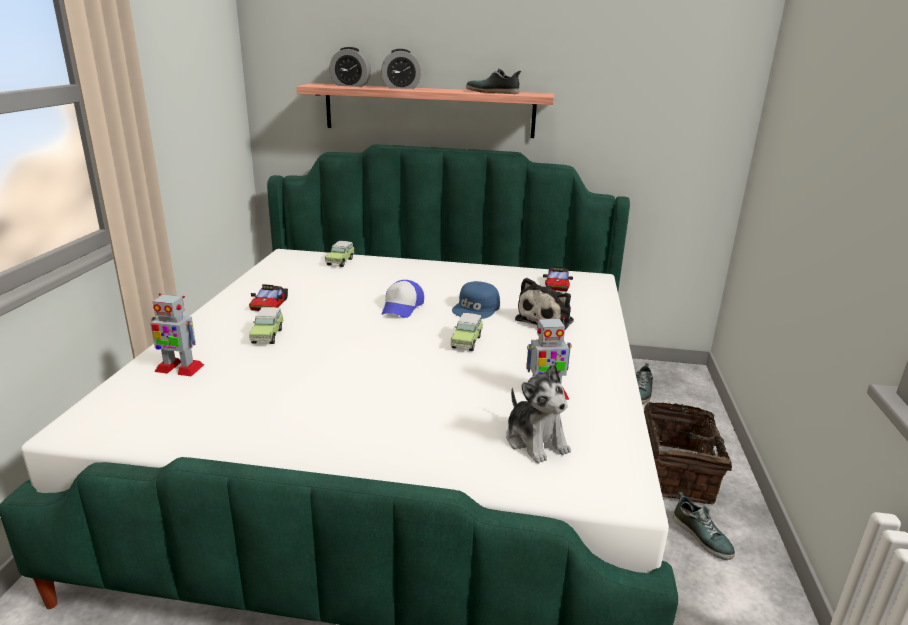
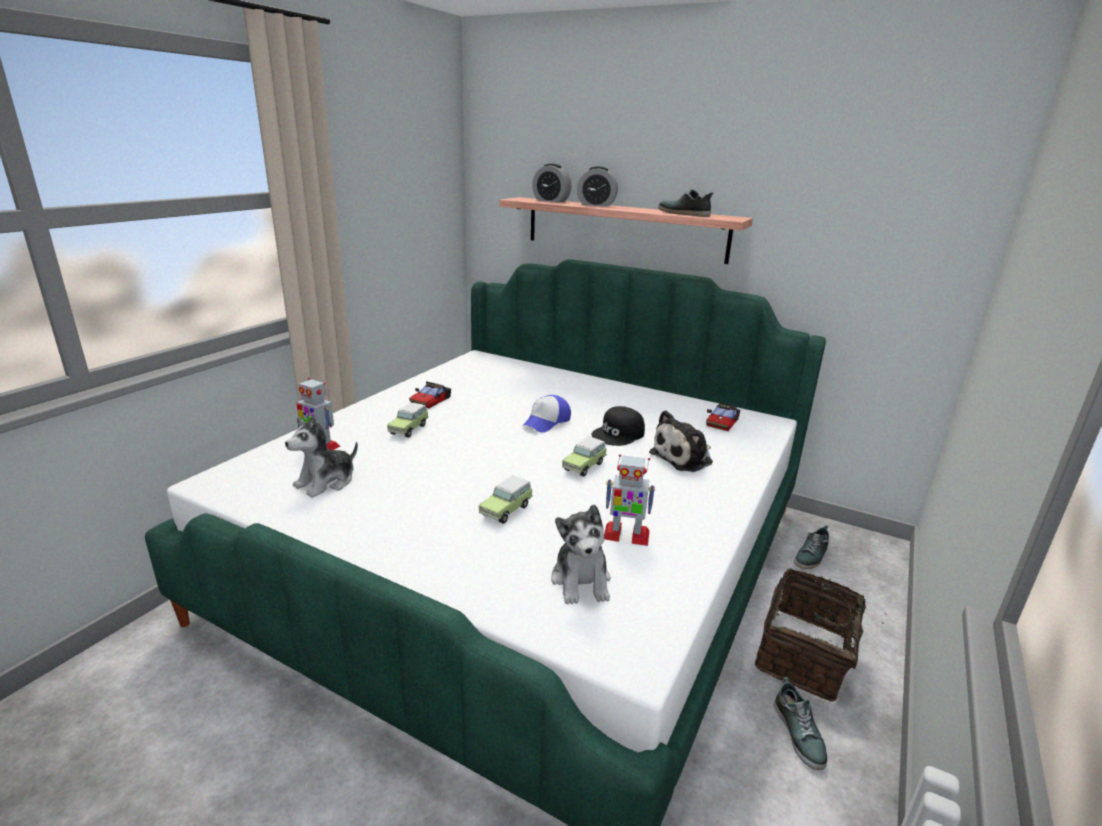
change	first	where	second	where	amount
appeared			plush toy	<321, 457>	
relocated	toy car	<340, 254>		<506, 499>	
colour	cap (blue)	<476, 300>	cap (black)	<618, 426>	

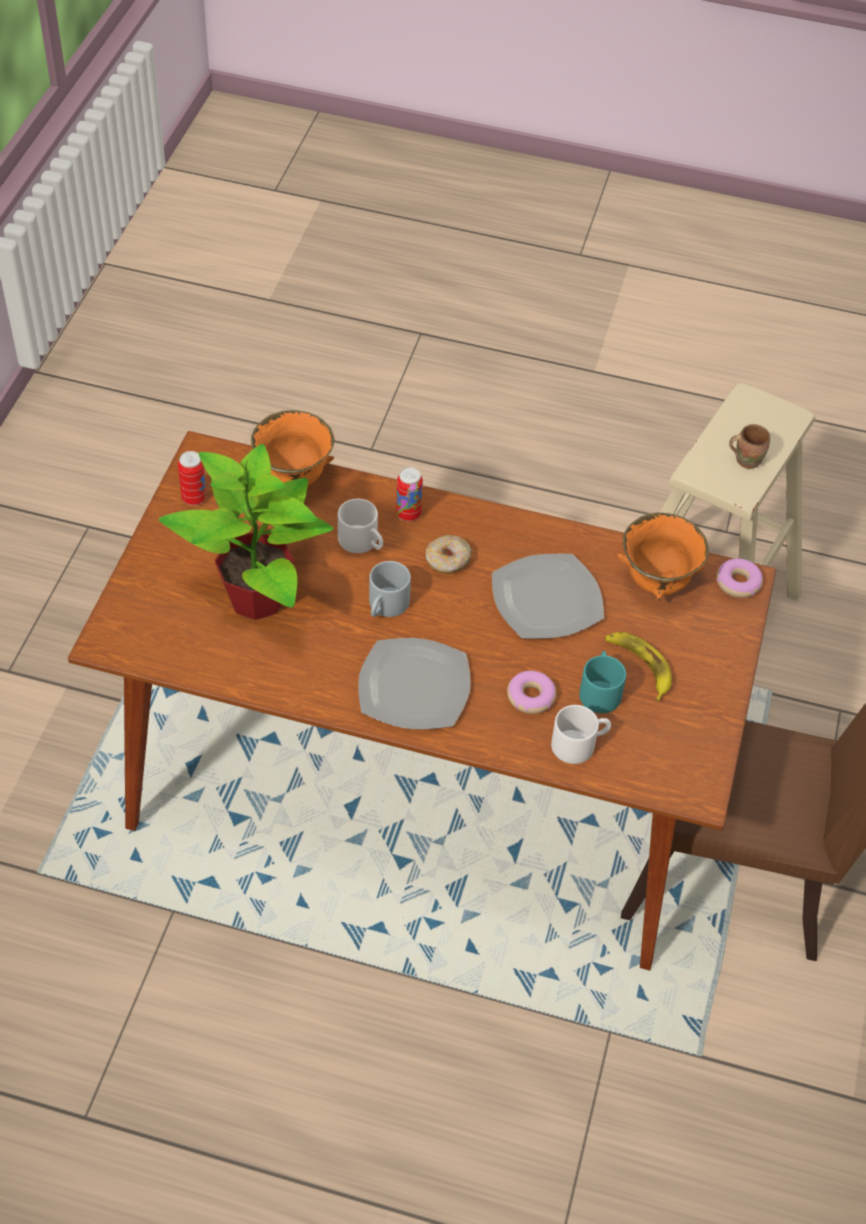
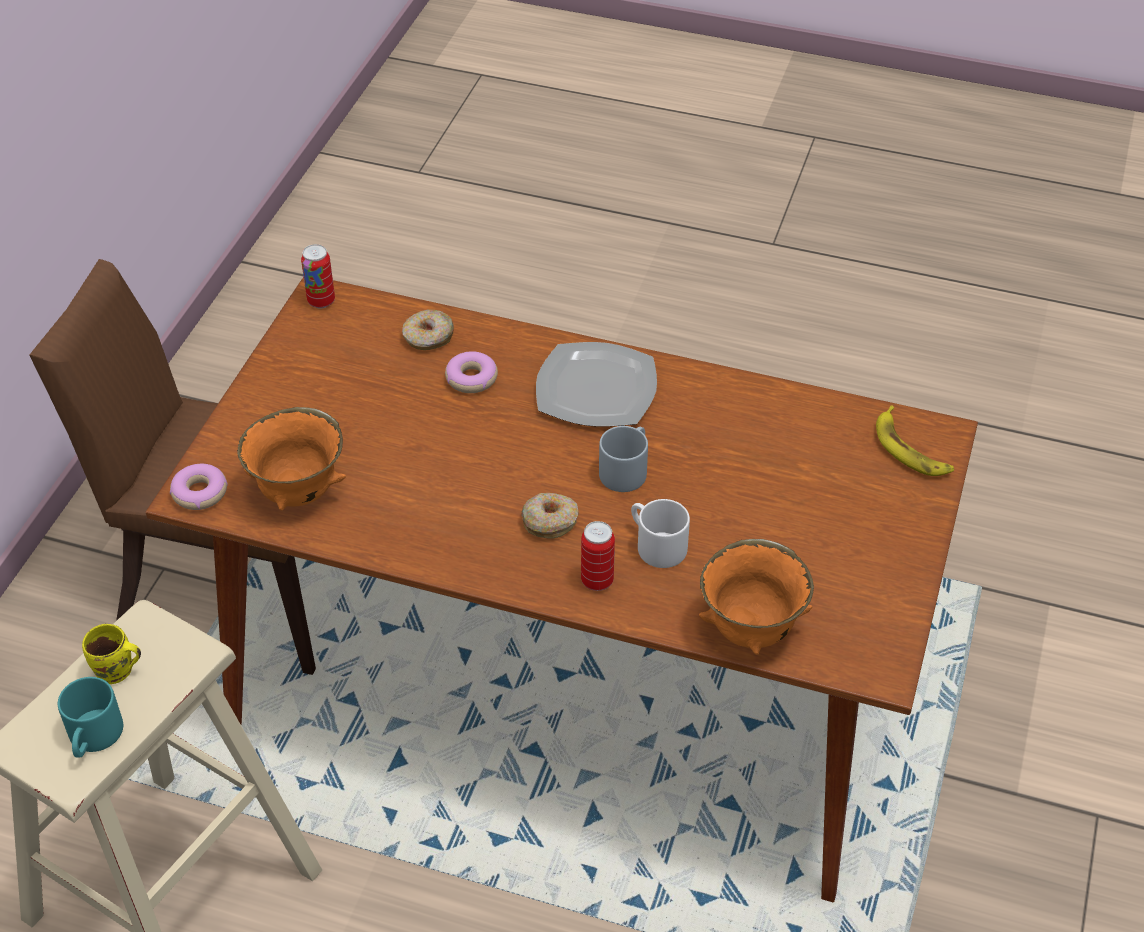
change	first	where	second	where	amount
relocated	mug (turquoise)	<602, 682>		<90, 717>	
colour	mug (brown)	<749, 446>	mug (yellow)	<111, 654>	
relocated	can	<192, 478>		<318, 276>	
exchanged	mug (white)	<581, 734>	donut	<428, 330>	
relocated	banana	<638, 666>		<915, 440>	
missing	potted plant	<246, 532>			
missing	plate	<548, 596>			

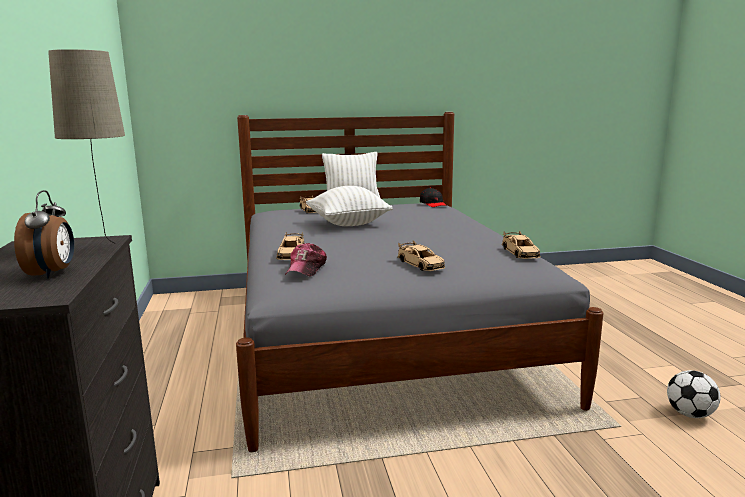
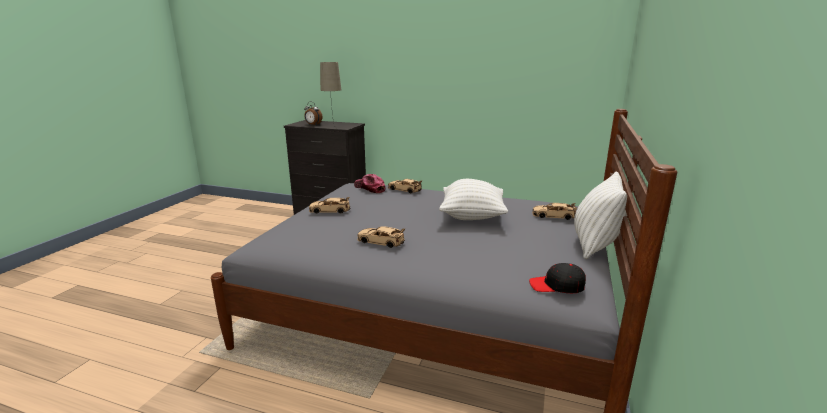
change	first	where	second	where	amount
relocated	toy car (beige)	<521, 245>		<381, 237>	
missing	football	<693, 394>			

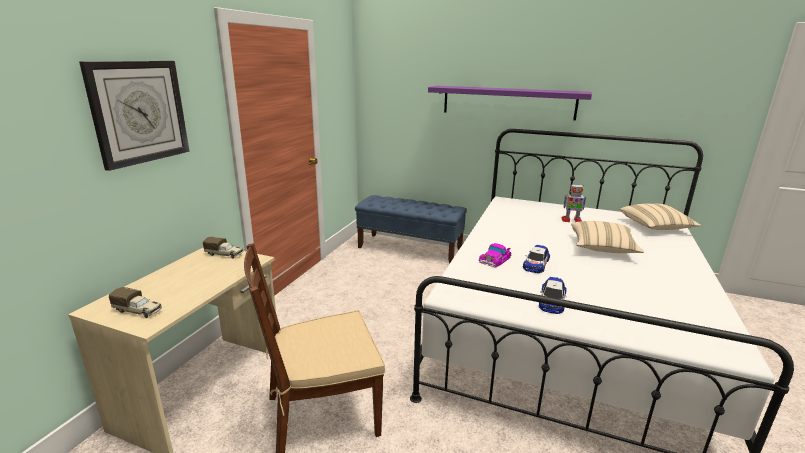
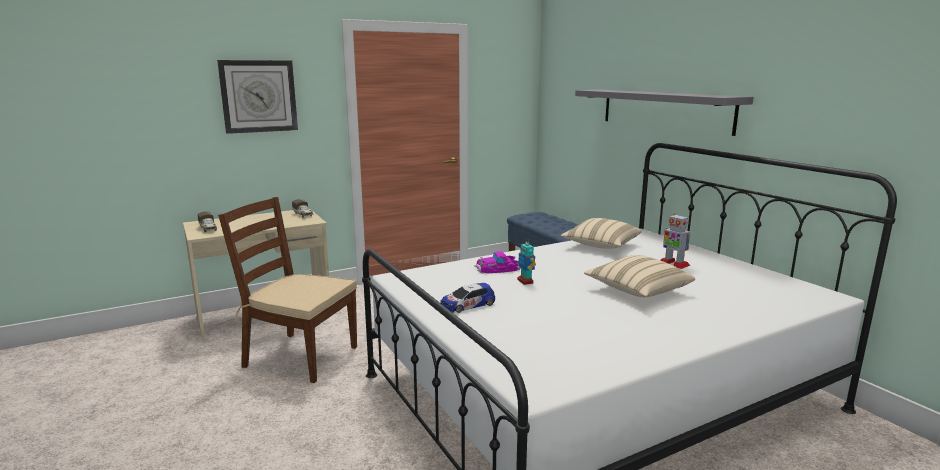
change	first	where	second	where	amount
exchanged	toy car	<536, 259>	toy robot	<526, 261>	
relocated	pillow (beige)	<660, 216>		<601, 233>	
colour	shelf (purple)	<510, 103>	shelf (grey)	<664, 113>	

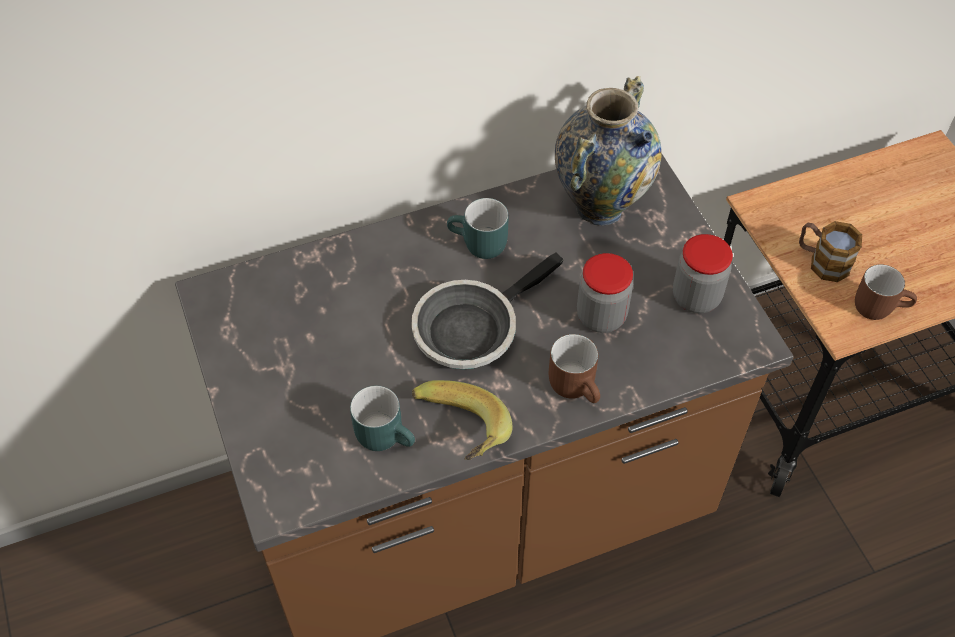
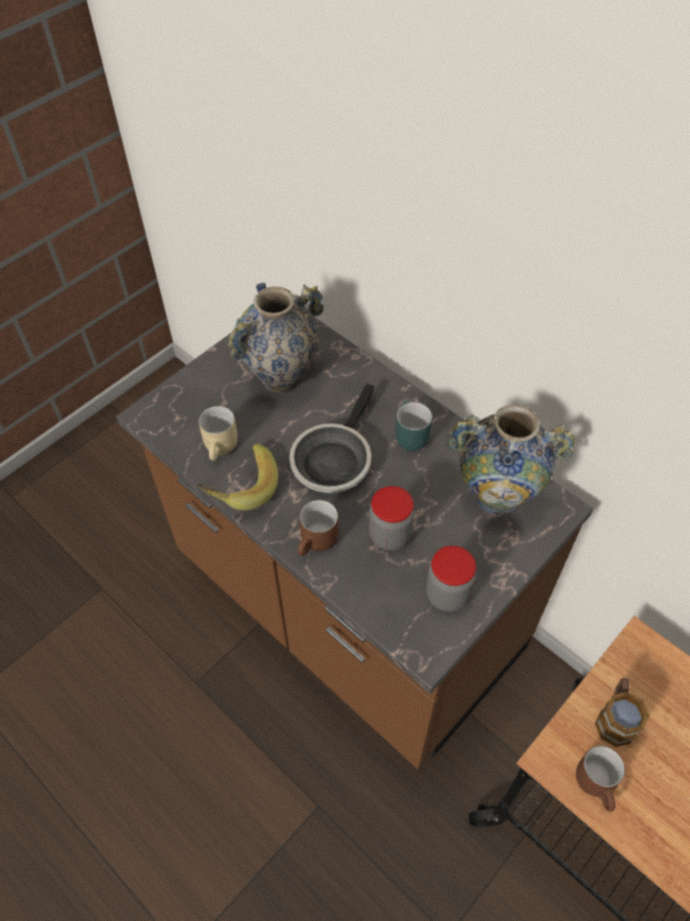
change	first	where	second	where	amount
colour	mug (turquoise)	<382, 418>	mug (beige)	<218, 433>	
appeared			vase	<276, 338>	
spun	frying pan	<487, 311>		<331, 439>	90 degrees counterclockwise

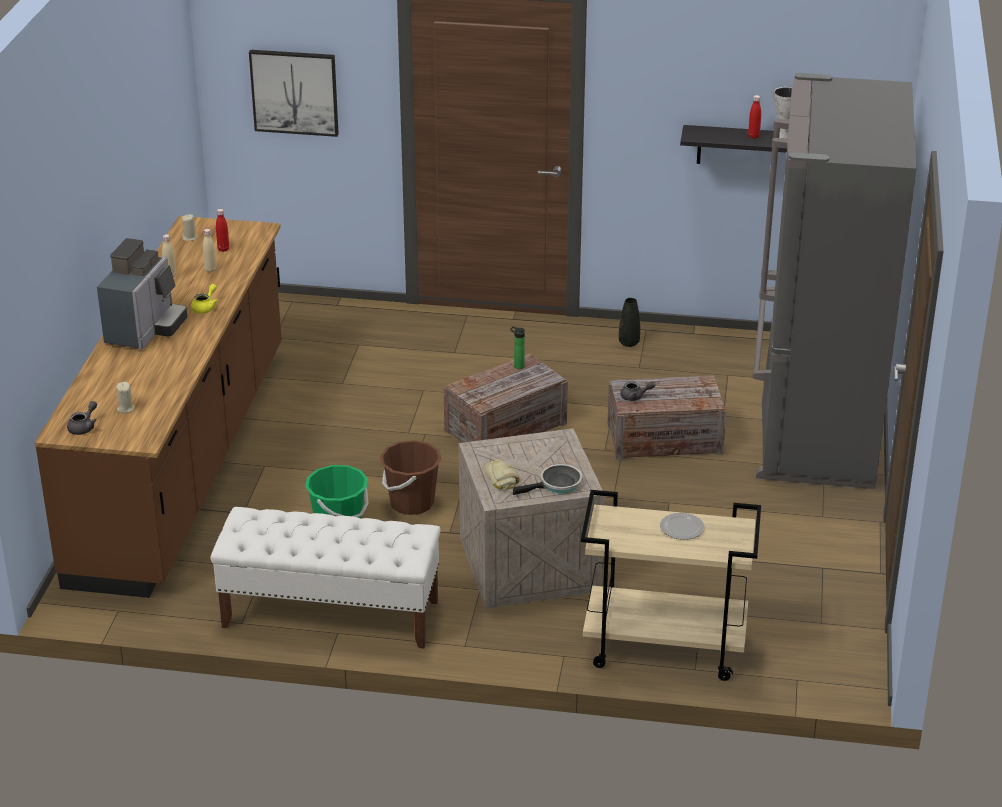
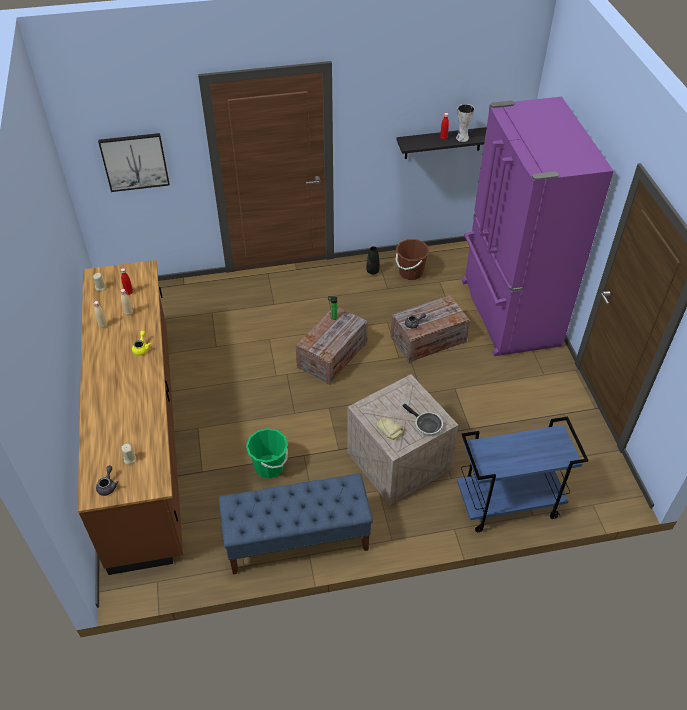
change	first	where	second	where	amount
colour	bench (white)	<326, 578>	bench (blue)	<296, 523>	
relocated	bucket (brown)	<411, 477>		<412, 259>	
spun	frying pan	<547, 479>		<423, 420>	90 degrees clockwise
colour	cart (beige)	<671, 585>	cart (blue)	<523, 474>	
colour	fridge (grey)	<834, 281>	fridge (purple)	<538, 226>	
missing	coffee machine	<142, 294>			
missing	plate	<682, 526>			

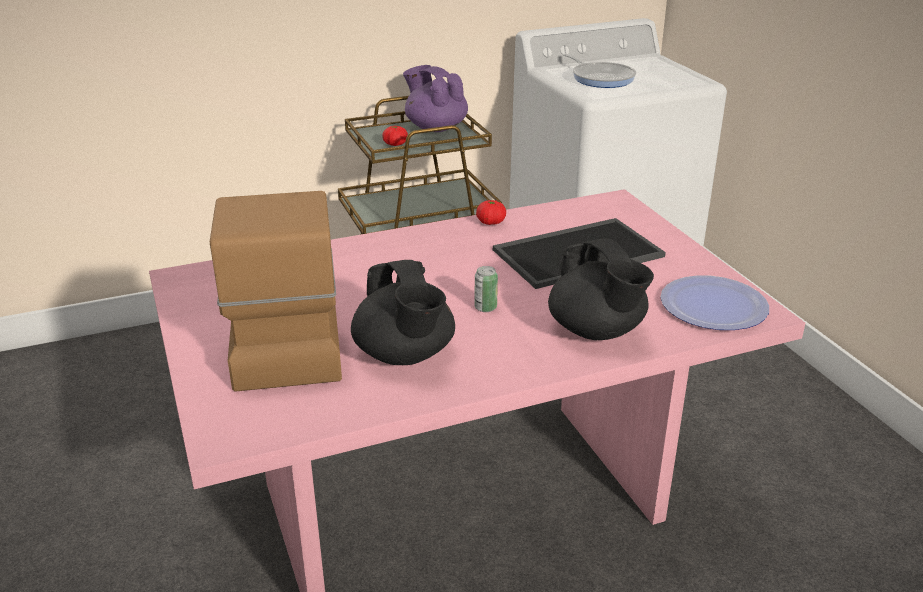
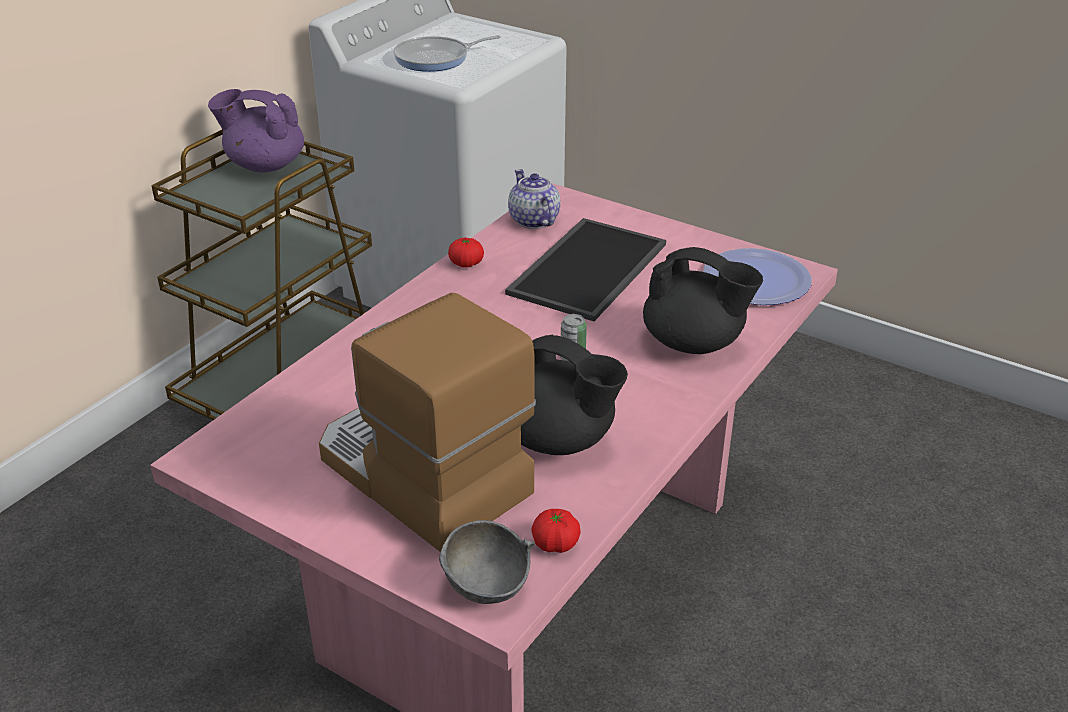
change	first	where	second	where	amount
spun	frying pan	<599, 71>		<447, 53>	135 degrees clockwise
appeared			bowl (grey)	<487, 562>	
appeared			teapot	<534, 199>	
relocated	tomato	<395, 136>		<556, 531>	

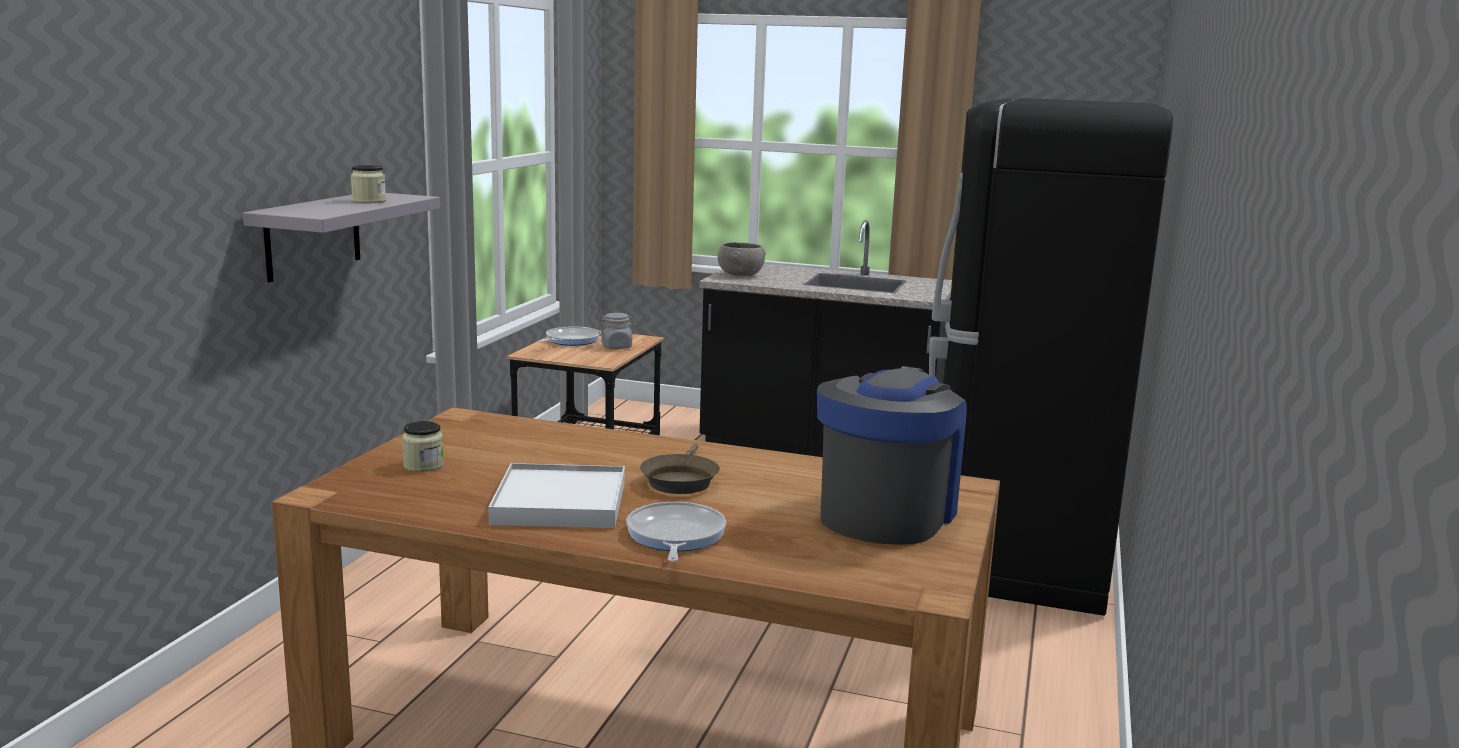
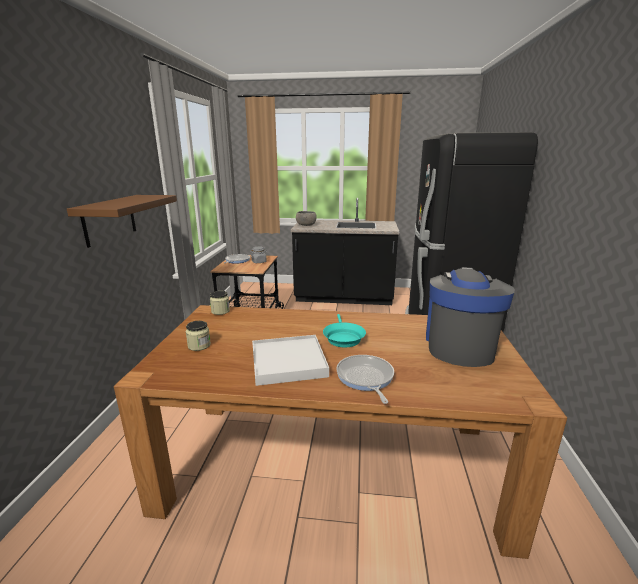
change	first	where	second	where	amount
colour	shelf (grey)	<341, 238>	shelf (brown)	<122, 221>	
relocated	jar	<368, 184>		<220, 303>	
colour	frying pan (brown)	<680, 469>	frying pan (turquoise)	<344, 330>	

